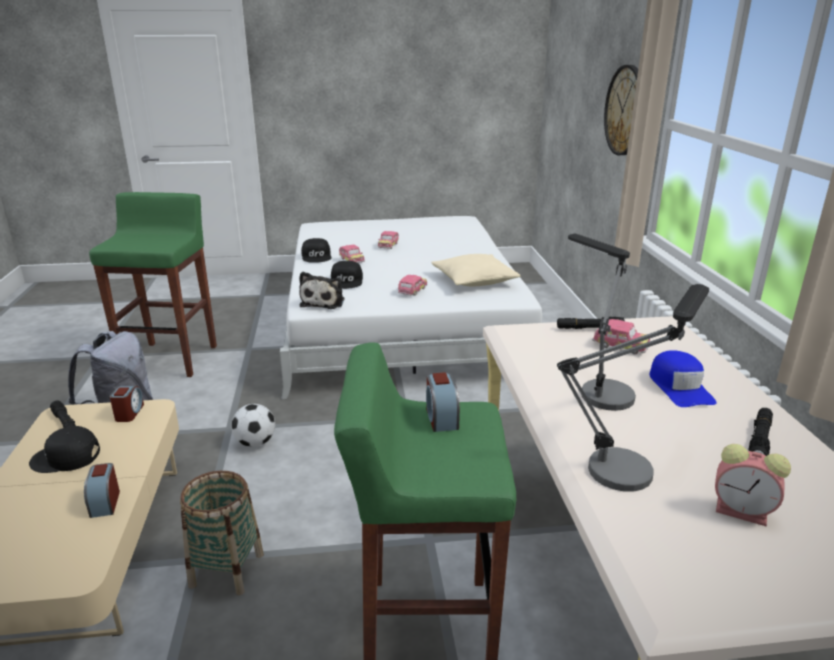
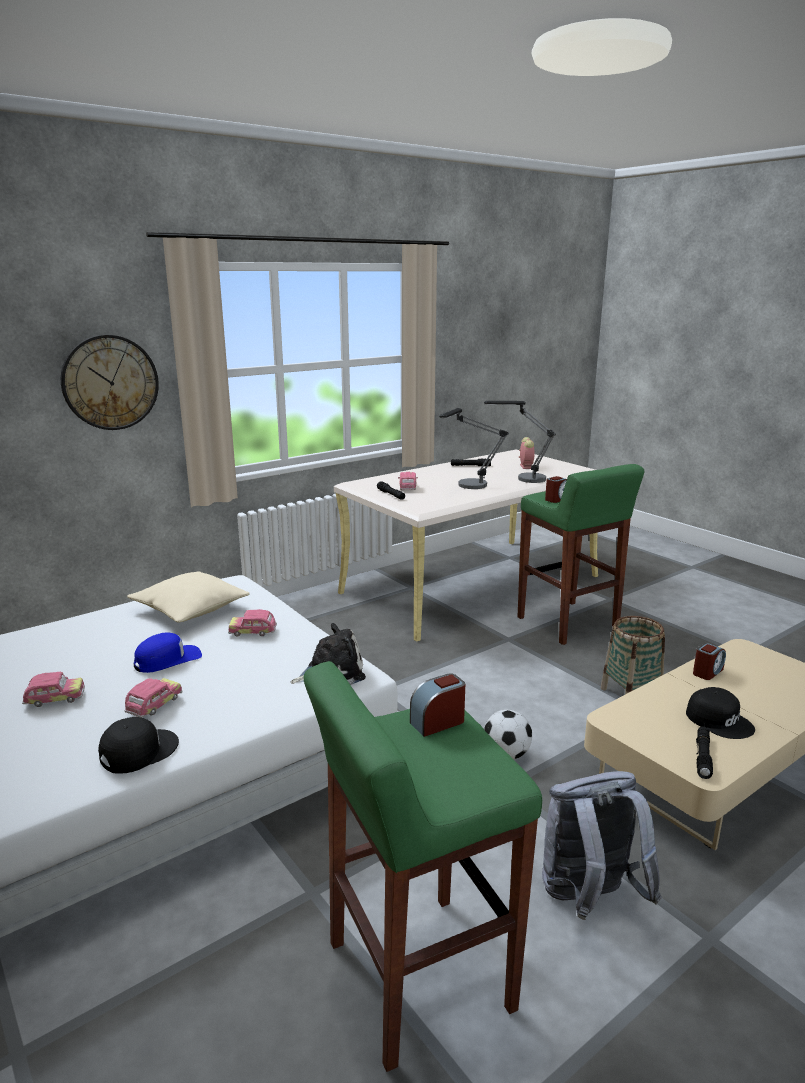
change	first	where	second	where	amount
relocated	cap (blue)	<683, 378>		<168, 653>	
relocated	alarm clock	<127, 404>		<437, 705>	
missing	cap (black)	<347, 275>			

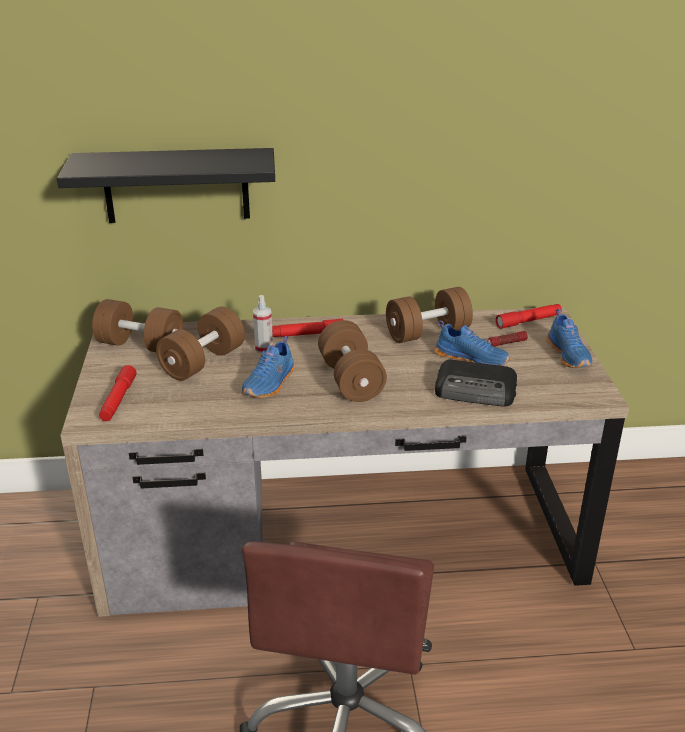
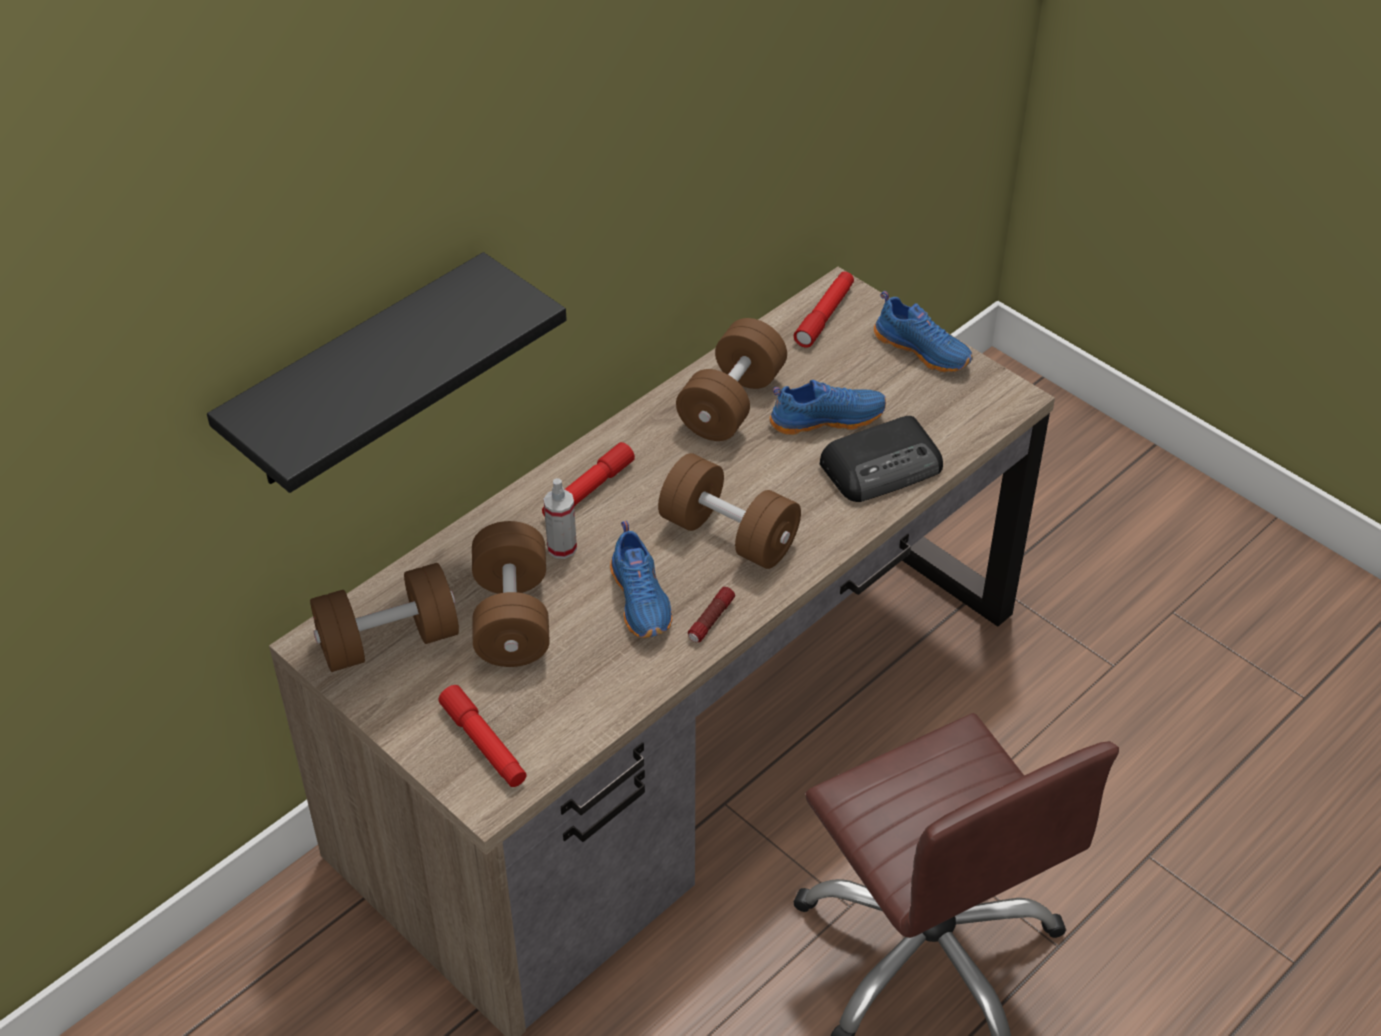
change	first	where	second	where	amount
relocated	flashlight	<508, 339>		<711, 614>	

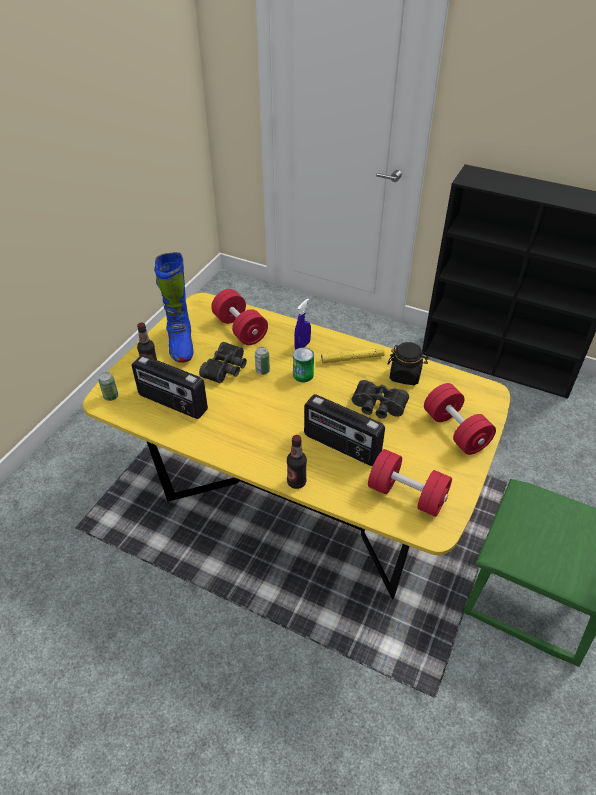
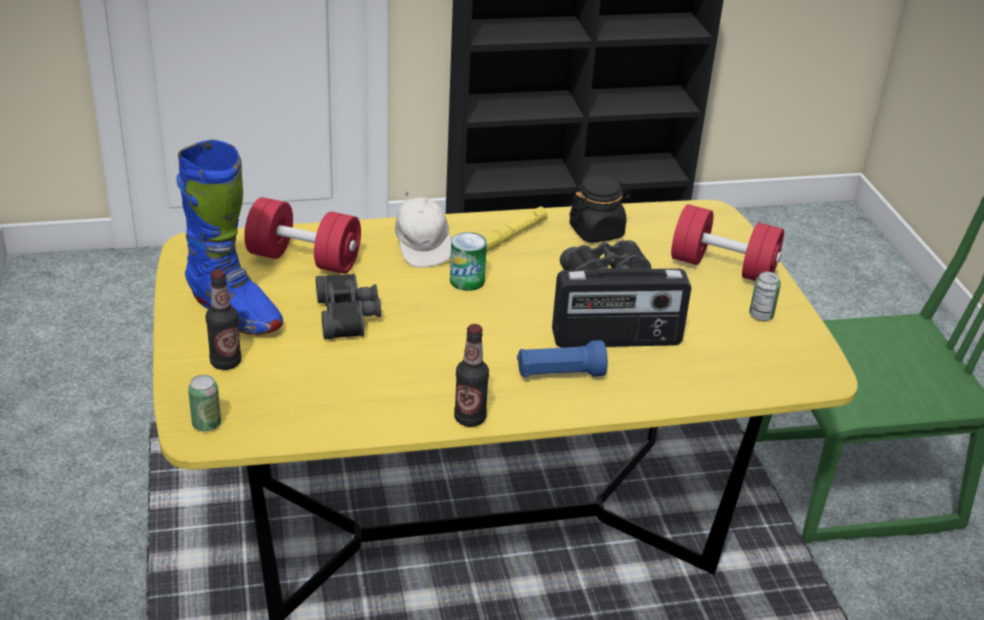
change	first	where	second	where	amount
exchanged	spray bottle (blue)	<302, 324>	cap (white)	<423, 229>	
relocated	bottle	<297, 462>		<471, 375>	
appeared			flashlight (blue)	<562, 359>	
relocated	can	<262, 361>		<765, 296>	
missing	radio	<170, 387>			
missing	dumbbell (red)	<410, 483>			

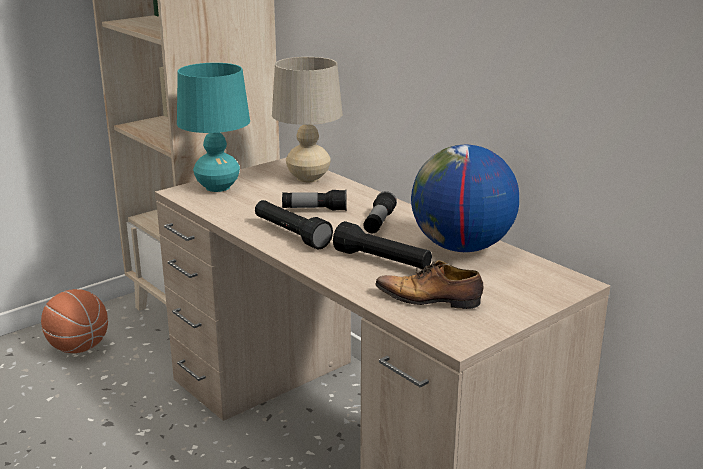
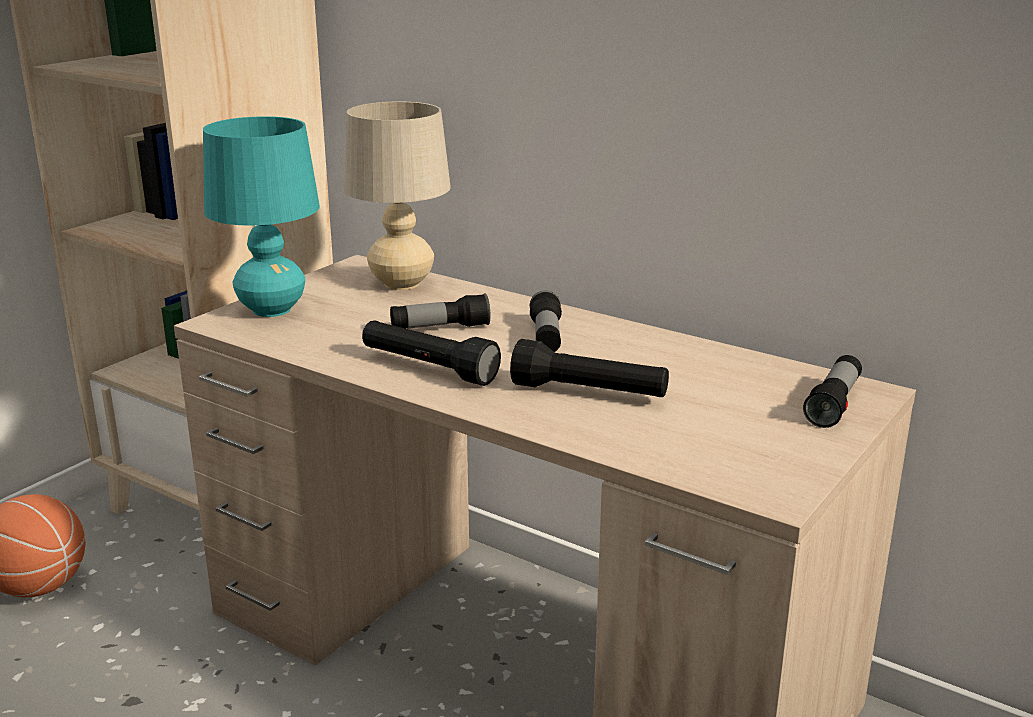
change	first	where	second	where	amount
appeared			flashlight	<832, 391>	
missing	shoe	<429, 284>			
missing	globe	<465, 198>			

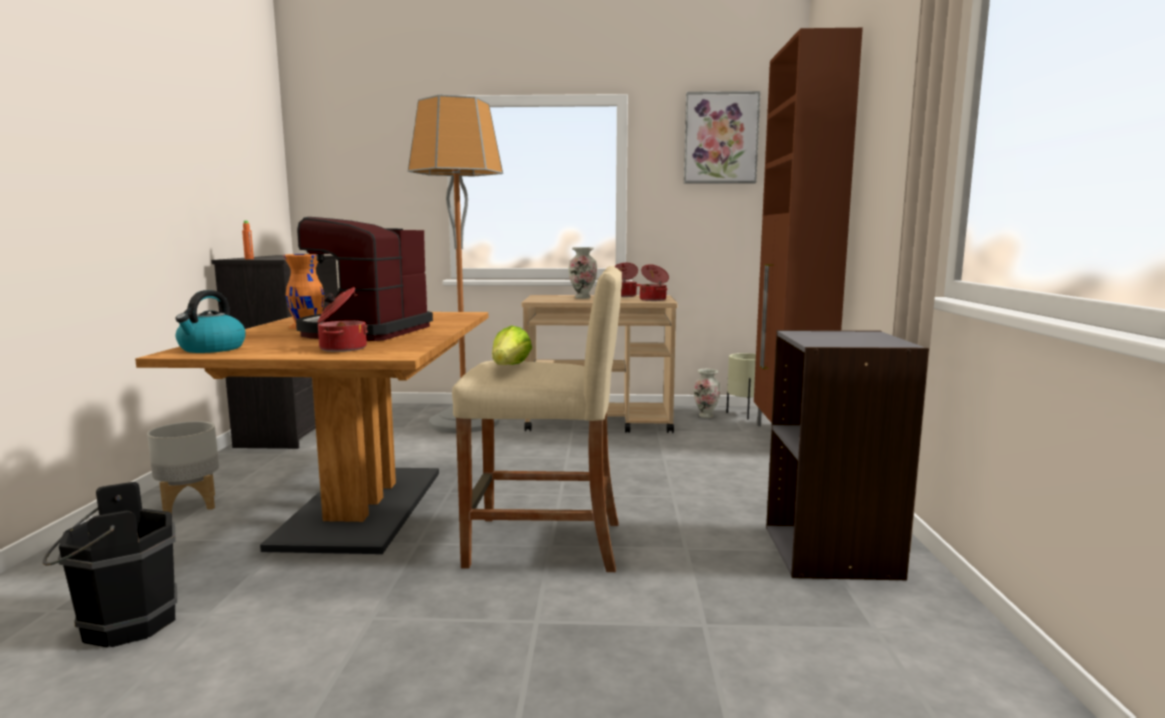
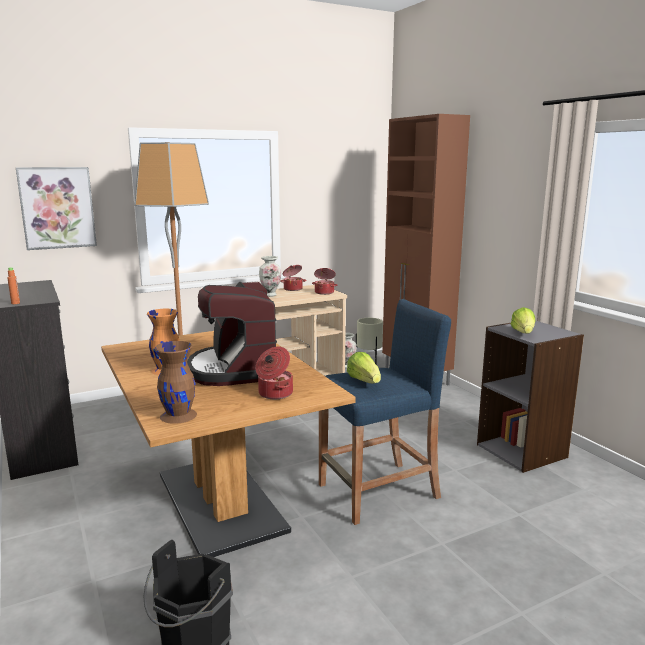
change	first	where	second	where	amount
relocated	picture	<722, 137>		<56, 208>	
exchanged	kettle	<210, 321>	vase (brown)	<176, 382>	
colour	stool (beige)	<537, 419>	stool (blue)	<385, 412>	
appeared			lettuce	<523, 320>	
missing	planter (grey)	<183, 467>			

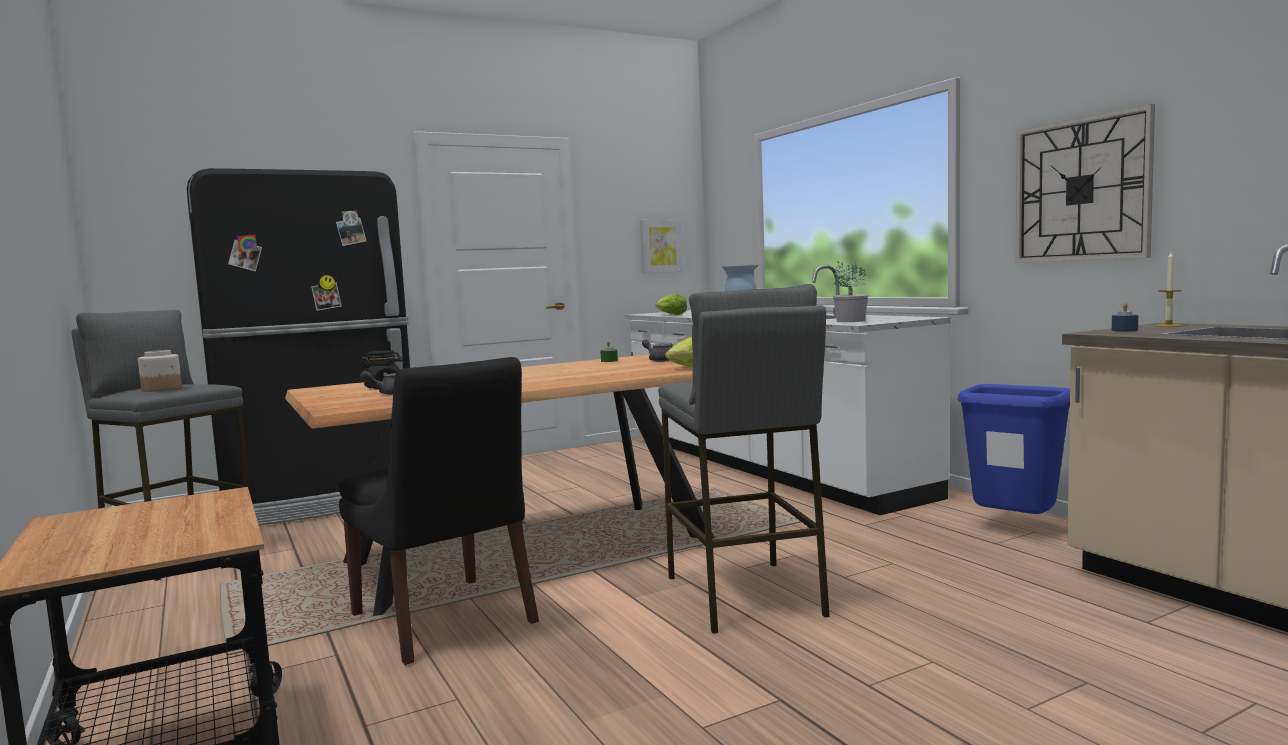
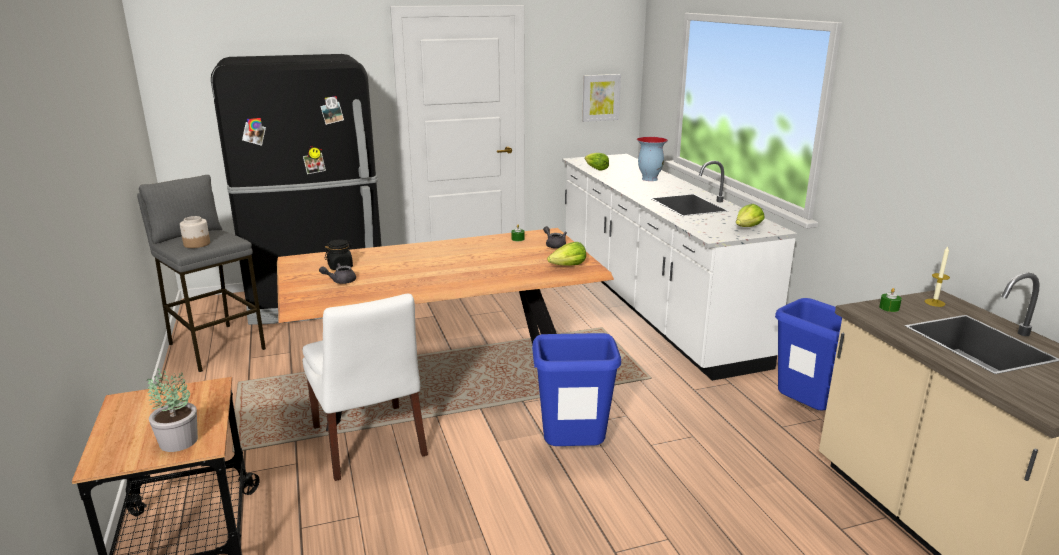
change	first	where	second	where	amount
relocated	potted plant	<850, 291>		<172, 410>	
colour	chair (black)	<439, 511>	chair (white)	<365, 387>	
exchanged	stool (grey)	<744, 459>	trash can (blue)	<576, 389>	
appeared			lettuce	<750, 215>	
colour	candle (blue)	<1125, 317>	candle (green)	<890, 300>	
missing	wall clock	<1085, 183>			

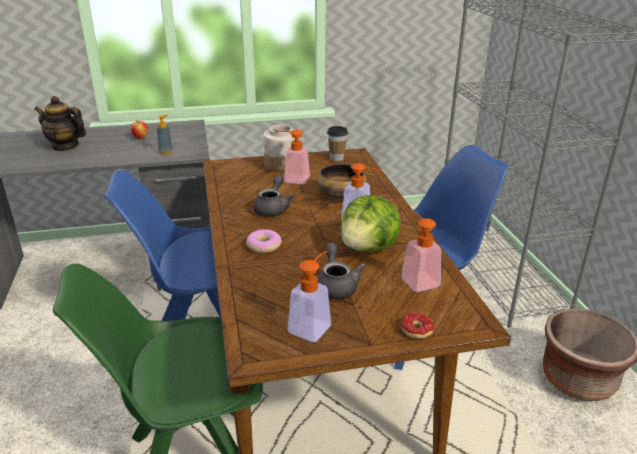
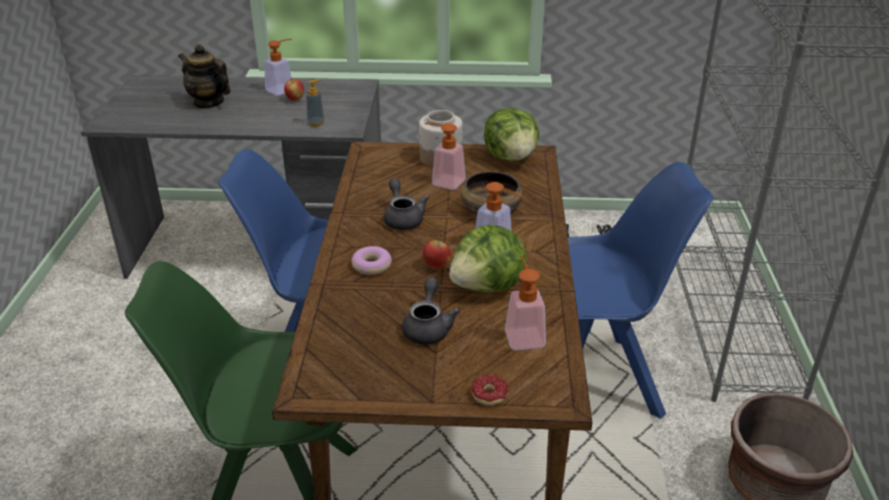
change	first	where	second	where	amount
relocated	soap dispenser	<309, 296>		<278, 67>	
spun	teapot (grey)	<273, 196>		<406, 204>	45 degrees counterclockwise
appeared			apple	<437, 254>	
exchanged	cup	<337, 143>	lettuce	<511, 135>	

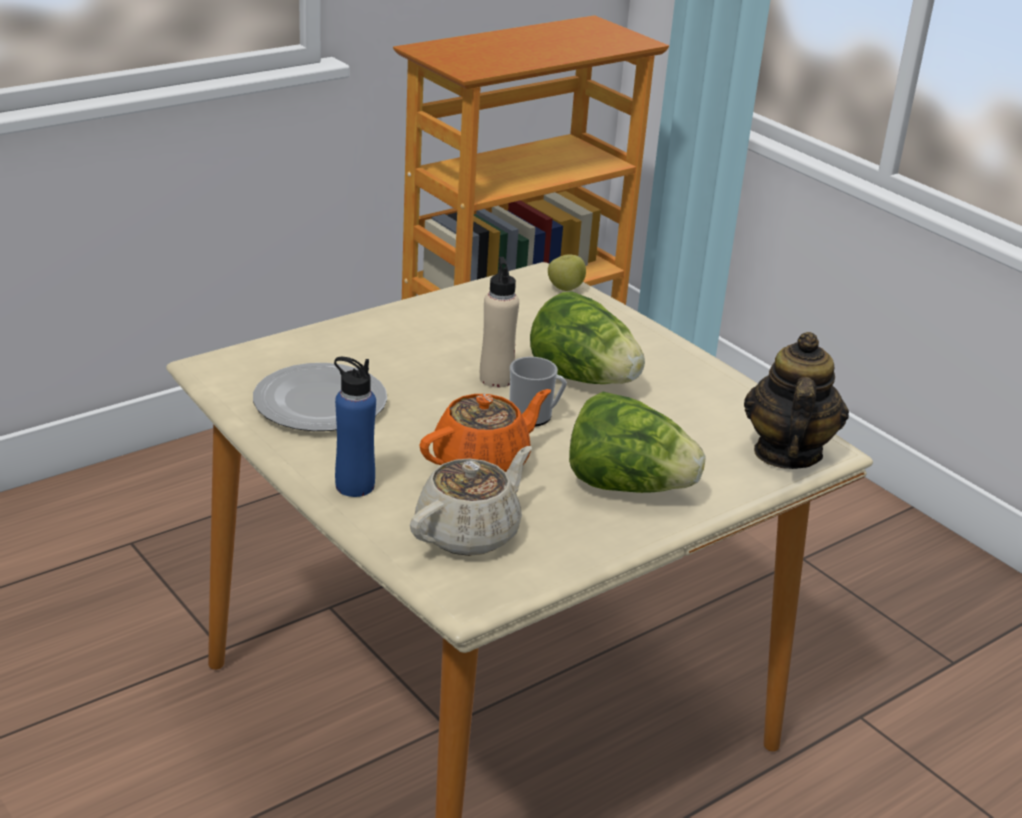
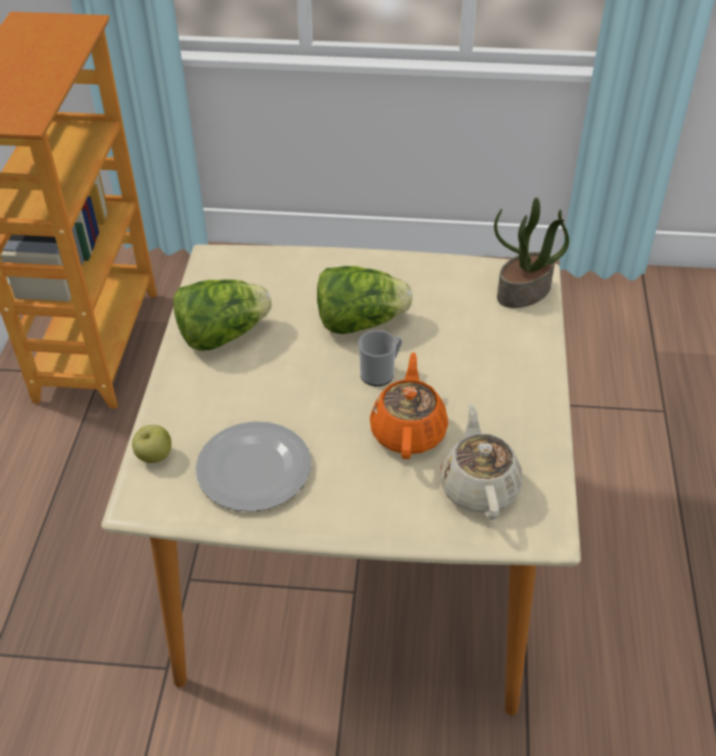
change	first	where	second	where	amount
relocated	apple	<567, 272>		<151, 444>	
relocated	lettuce	<637, 442>		<223, 315>	
exchanged	teapot	<796, 400>	potted plant	<531, 252>	
missing	bottle (blue)	<355, 427>			
missing	bottle (beige)	<499, 322>			

